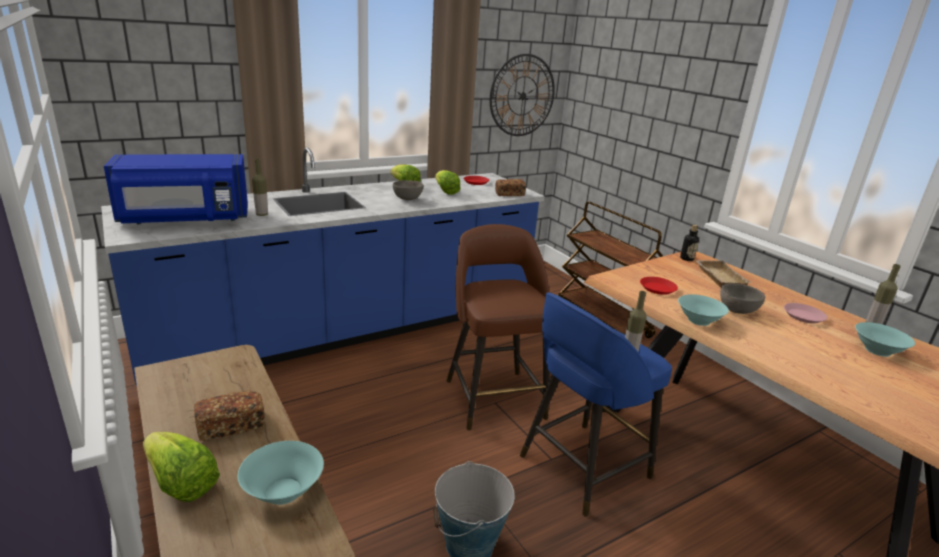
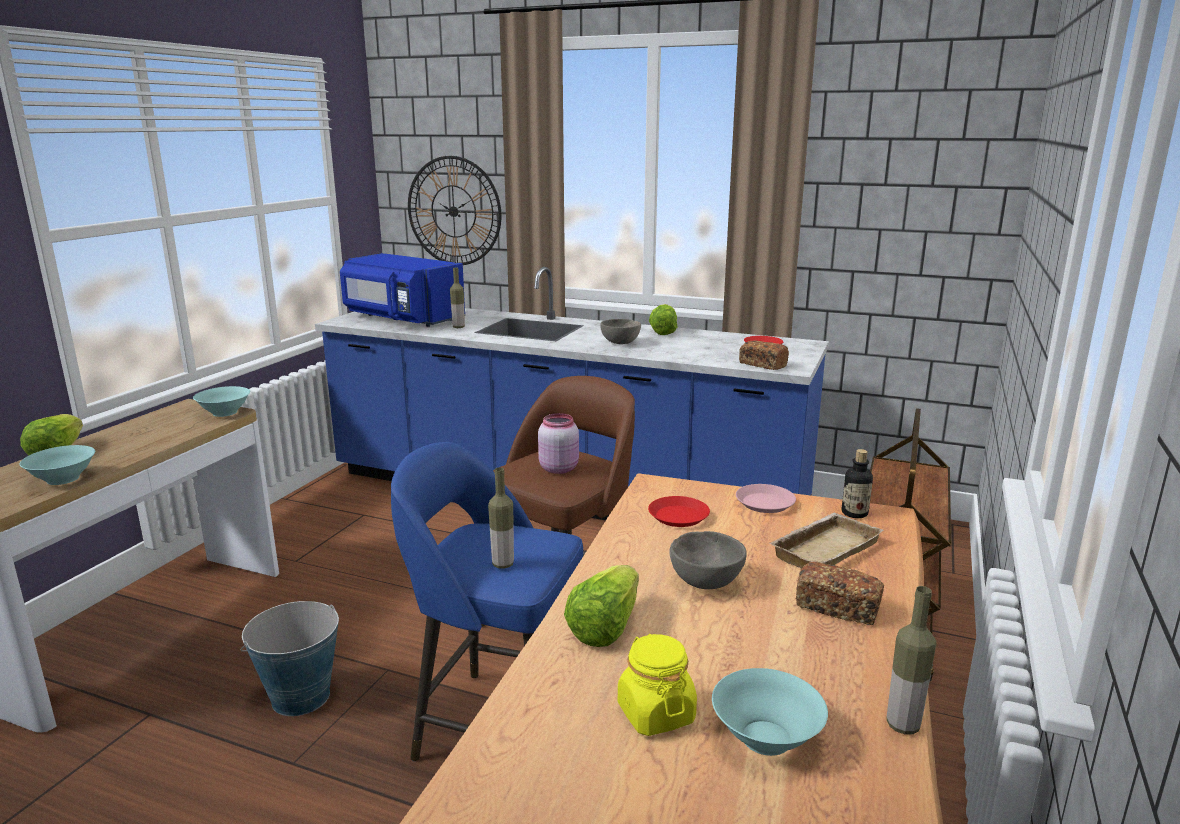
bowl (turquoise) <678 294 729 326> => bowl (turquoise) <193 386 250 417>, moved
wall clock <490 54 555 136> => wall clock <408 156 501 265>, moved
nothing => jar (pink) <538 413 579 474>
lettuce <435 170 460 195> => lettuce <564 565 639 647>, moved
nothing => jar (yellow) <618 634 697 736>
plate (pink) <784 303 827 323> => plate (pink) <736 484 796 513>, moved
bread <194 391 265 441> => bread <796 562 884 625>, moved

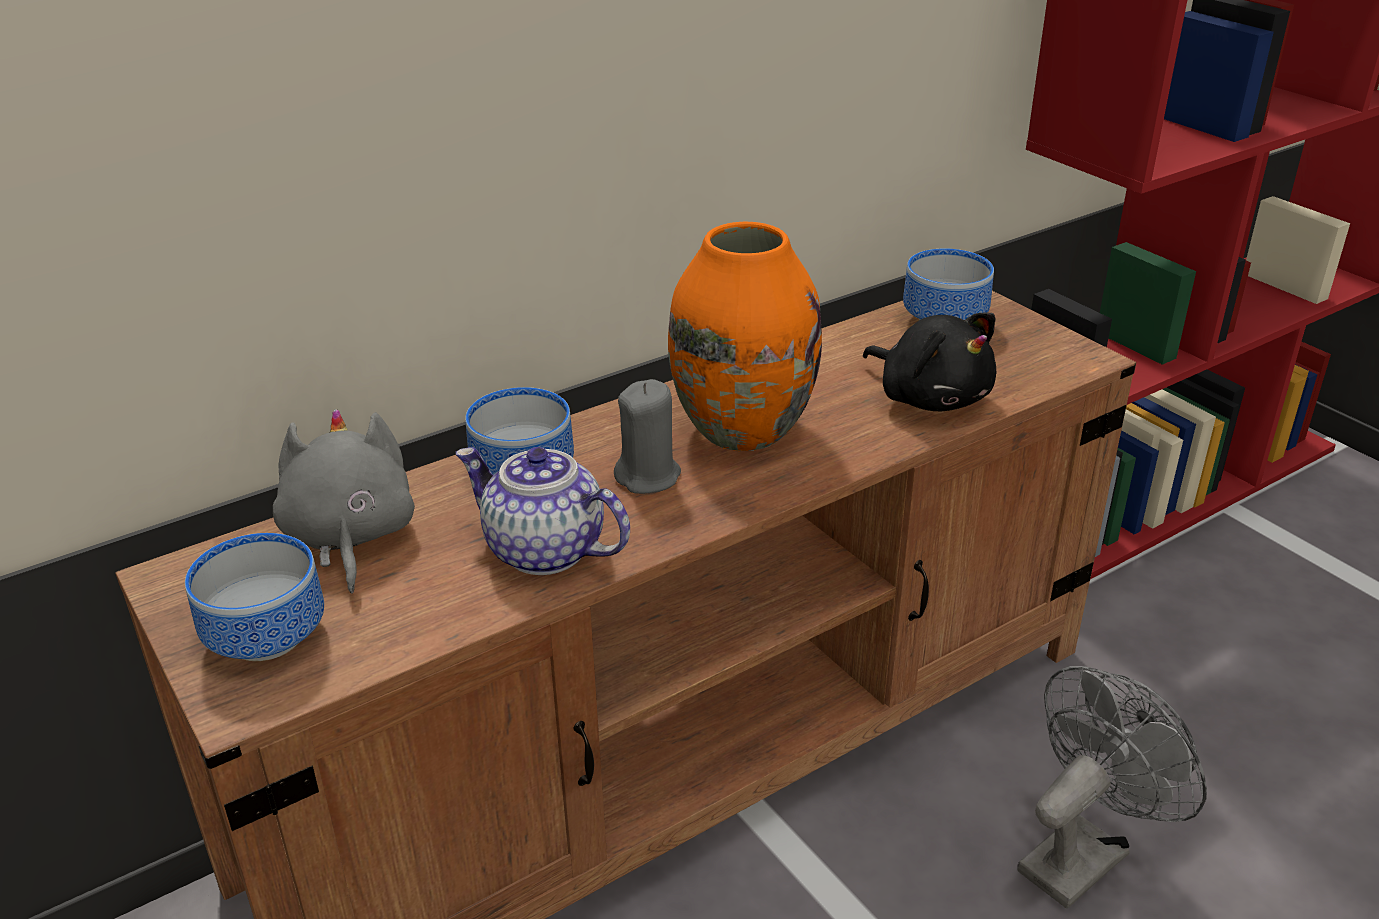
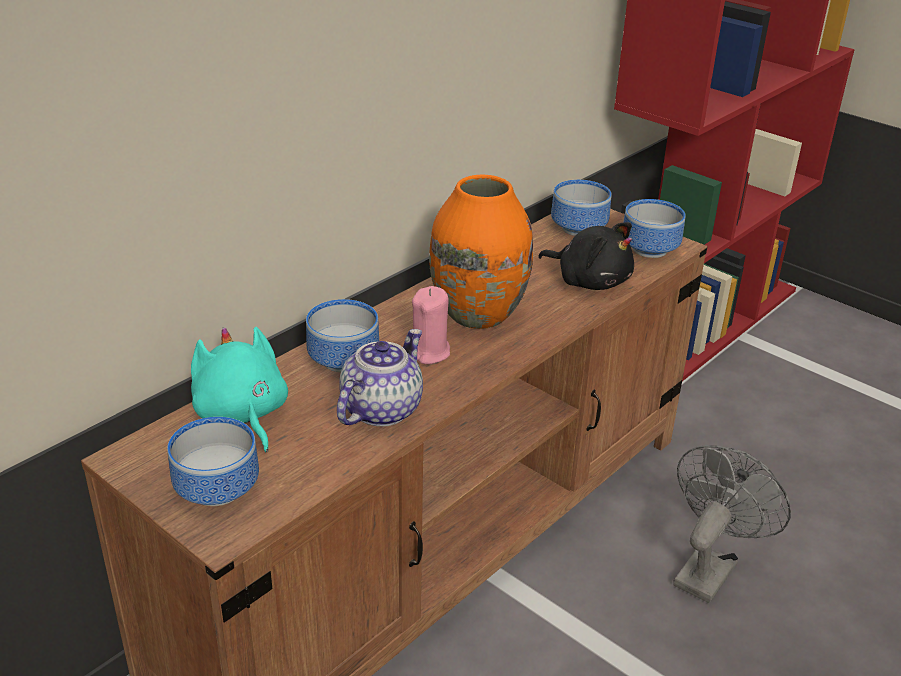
plush toy (grey) <273 409 415 593> => plush toy (turquoise) <191 327 288 453>
teapot <456 447 630 575> => teapot <337 329 423 427>, 105 degrees clockwise
candle (grey) <614 379 681 494> => candle (pink) <412 286 450 364>
nothing => bowl <623 199 686 258>

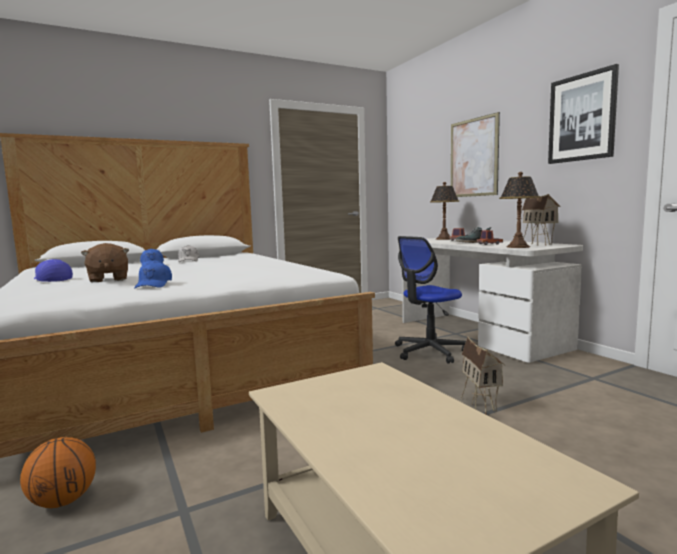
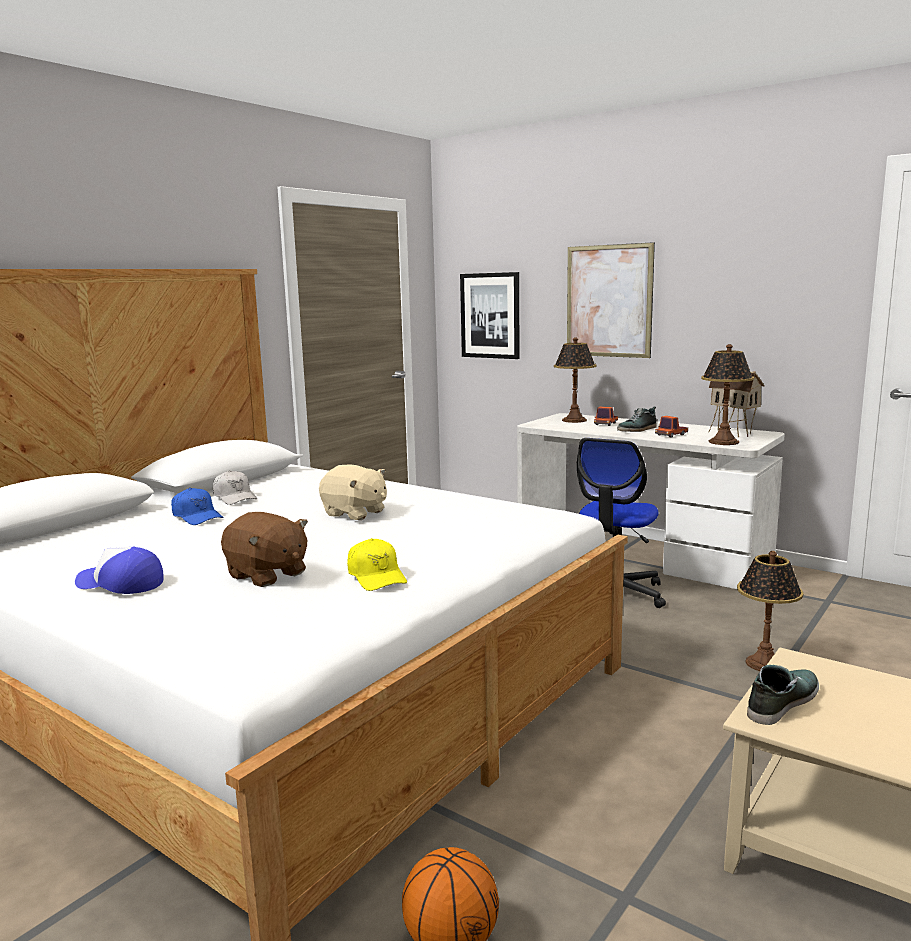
nothing => plush toy (beige) <319 465 387 520>
cap (blue) <134 261 172 289> => cap (yellow) <347 538 407 591>
picture <548 64 619 164> => picture <460 272 520 359>, moved
toy house <461 336 506 415> => table lamp <737 551 804 671>
nothing => shoe <747 665 819 725>

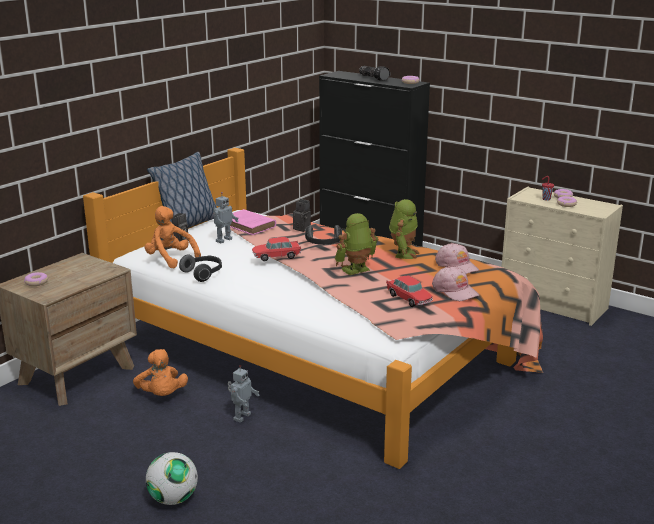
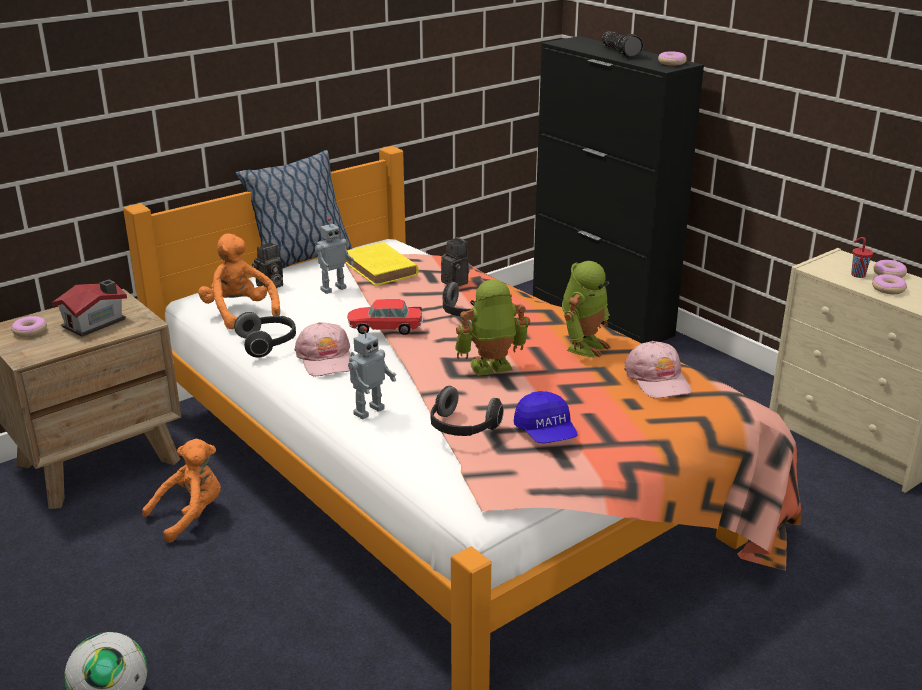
nothing => toy house <52 280 127 337>
plush toy (orange) <133 349 188 396> => plush toy (orange) <142 439 220 543>, 120 degrees counterclockwise
cap (pink) <432 266 479 301> => cap (pink) <294 322 350 376>, moved
book (pink) <230 209 276 235> => book (yellow) <346 242 419 286>
toy robot <228 365 260 423> => toy robot <348 327 397 420>, moved
nothing => headphones <430 386 504 436>
toy car <386 276 433 307> => cap (blue) <514 391 578 443>

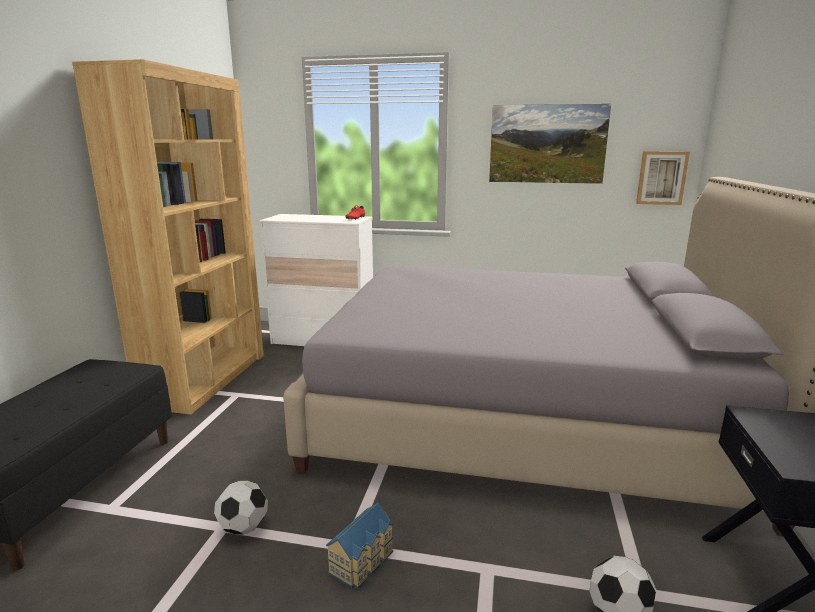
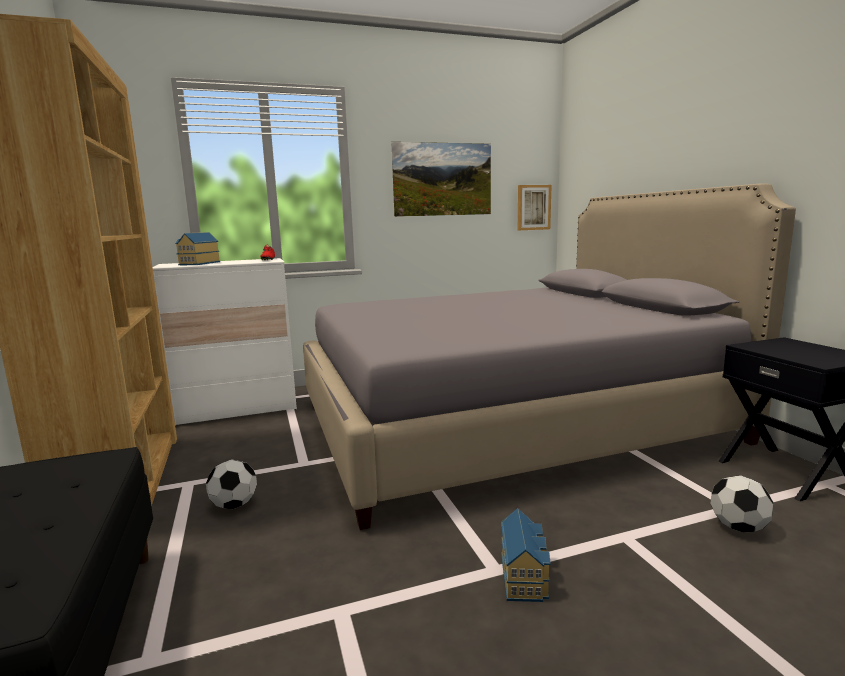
nothing => toy house <175 232 220 265>
football <214 480 268 535> => football <206 459 257 509>, moved

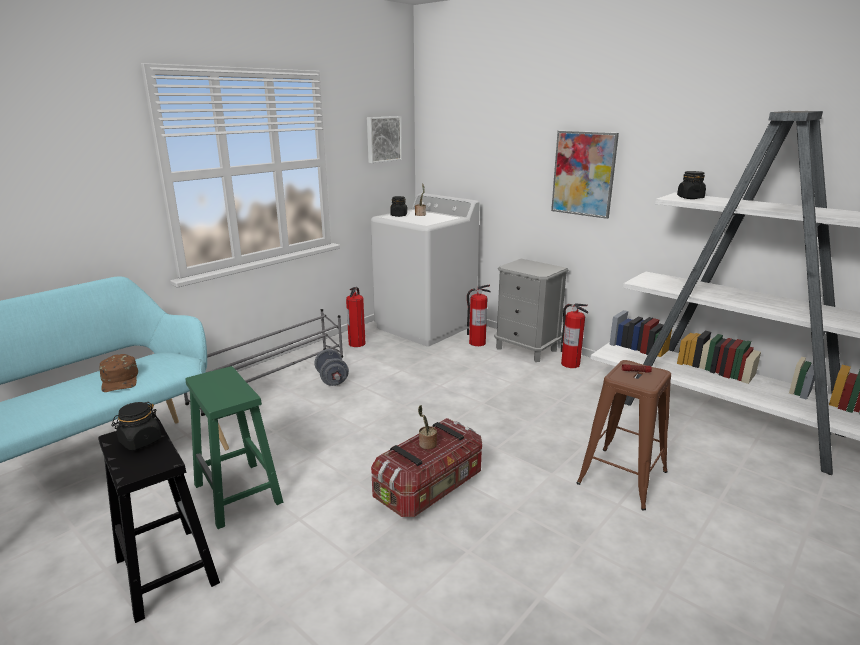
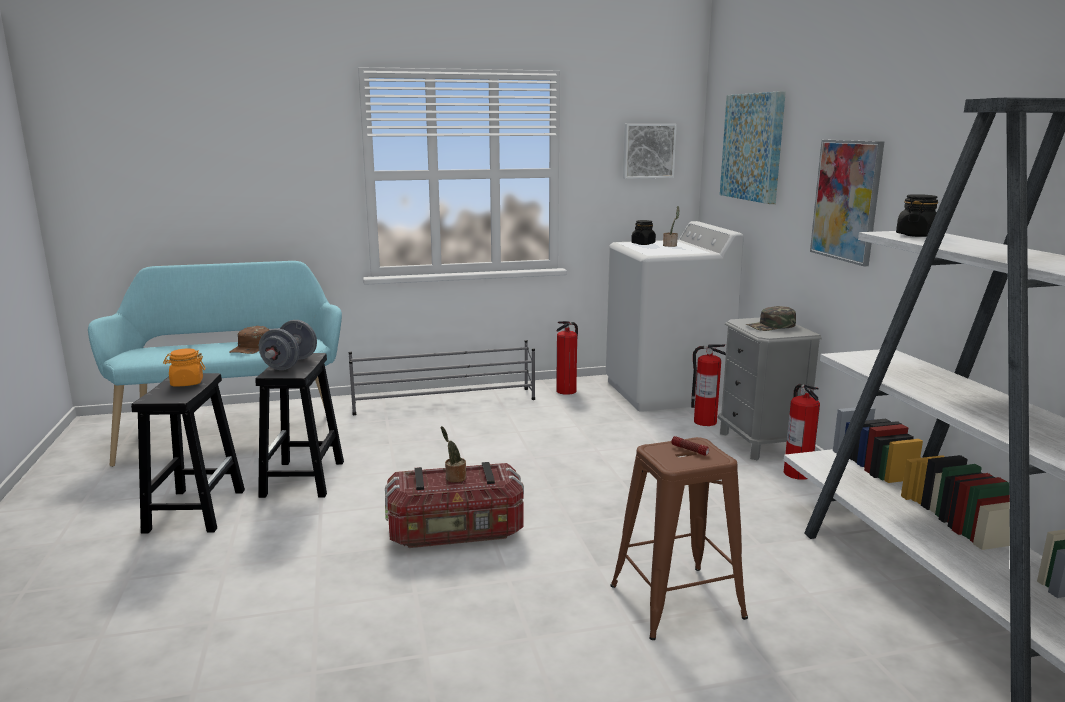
jar (black) <111 402 161 450> => jar (orange) <163 349 205 386>
stool (green) <185 366 283 529> => stool (black) <255 353 344 498>
dumbbell (grey) <314 349 349 386> => dumbbell (grey) <259 320 317 370>, moved
nothing => picture <720 91 786 204>
nothing => cap (green) <745 306 796 331>

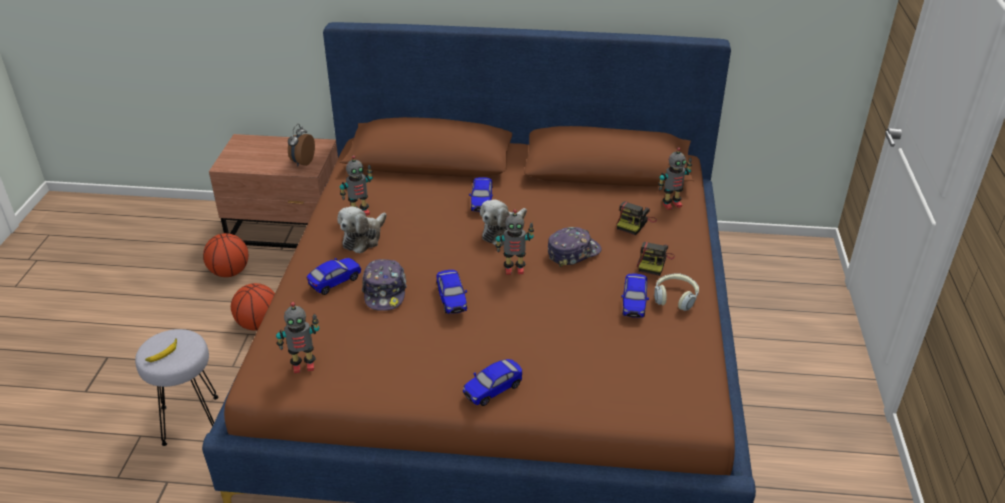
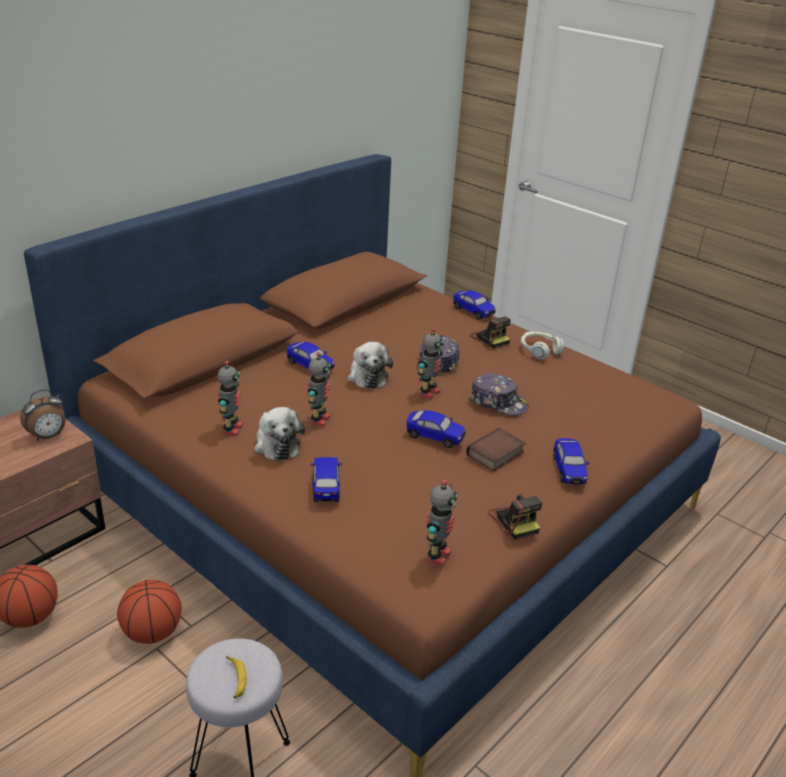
alarm clock <288 124 315 167> => alarm clock <20 389 65 441>, 90 degrees counterclockwise
toy robot <658 147 692 210> => toy robot <307 352 331 427>, moved
toy car <621 274 649 318> => toy car <453 290 496 320>, moved
nothing => book <466 428 525 471>
cap <362 259 407 311> => cap <469 373 529 415>, moved
photo camera <617 201 657 235> => photo camera <488 494 542 539>, moved

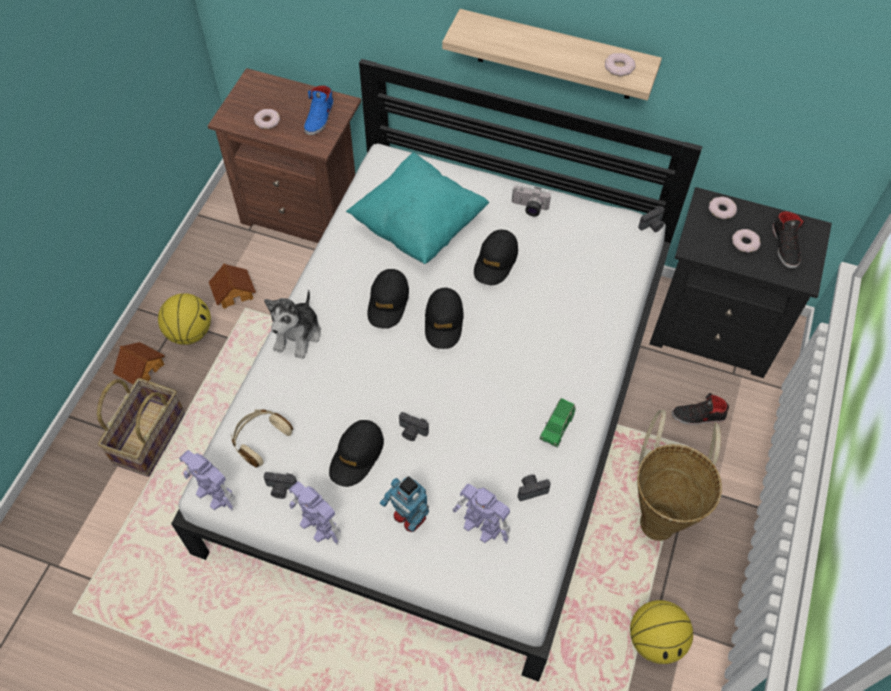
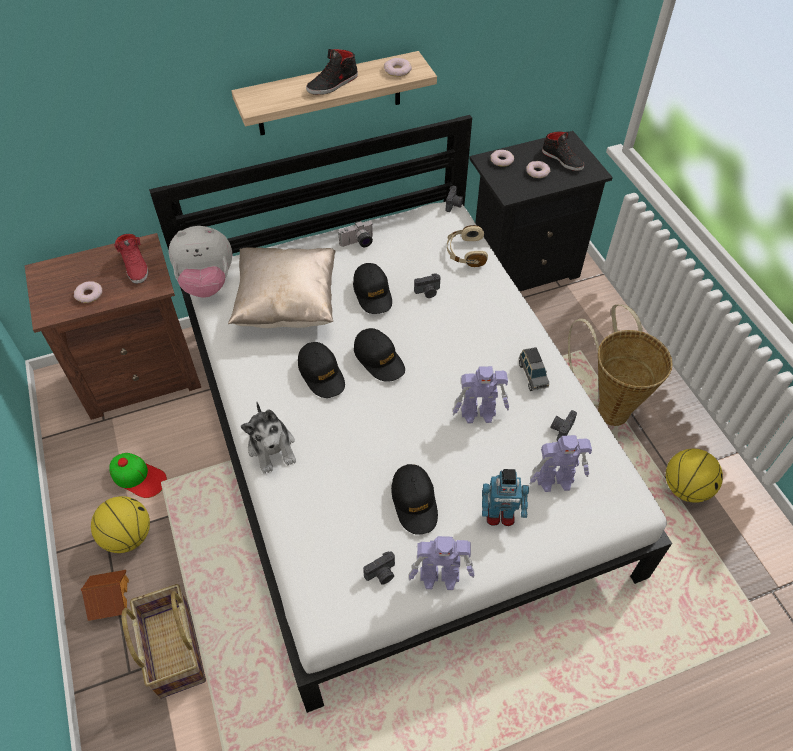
toy house <209 264 256 309> => cap <109 453 167 498>
shoe (blue) <304 85 334 135> => shoe (red) <114 234 148 284>
nothing => plush toy <169 226 232 298>
pillow (turquoise) <346 152 489 264> => pillow (beige) <228 247 335 328>
shoe (black) <672 393 729 425> => shoe (black) <306 49 358 95>, moved
photo camera <399 412 429 441> => photo camera <414 273 440 298>, moved
headphones (beige) <231 409 293 468> => headphones (beige) <447 225 488 267>, moved
toy robot <179 450 235 511> => toy robot <453 366 509 423>, moved
toy car (green) <539 398 576 447> => toy car (grey) <519 347 549 391>

